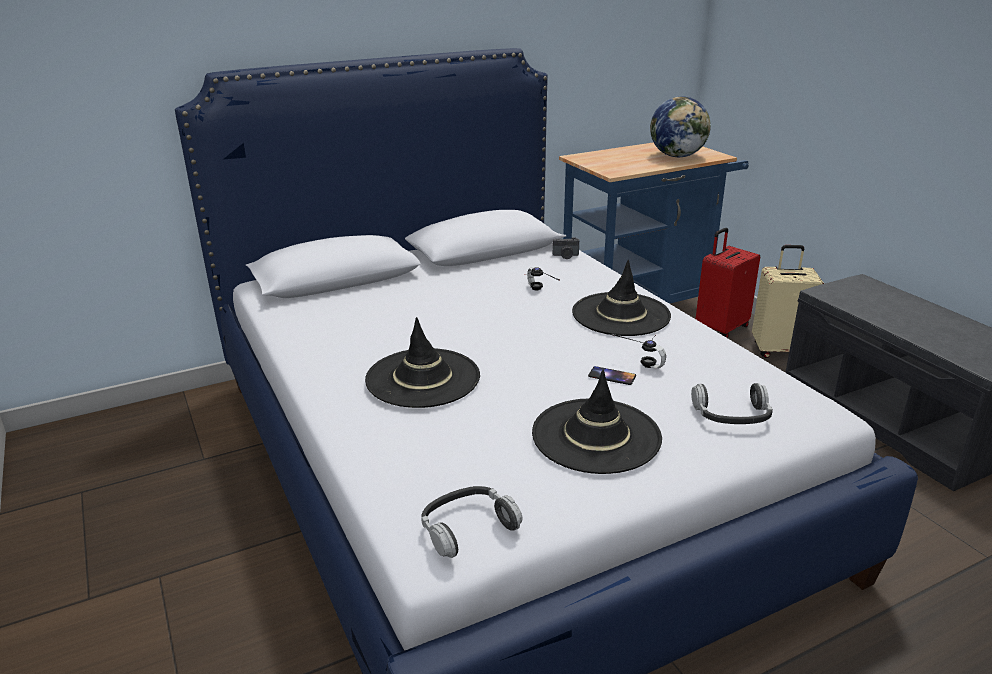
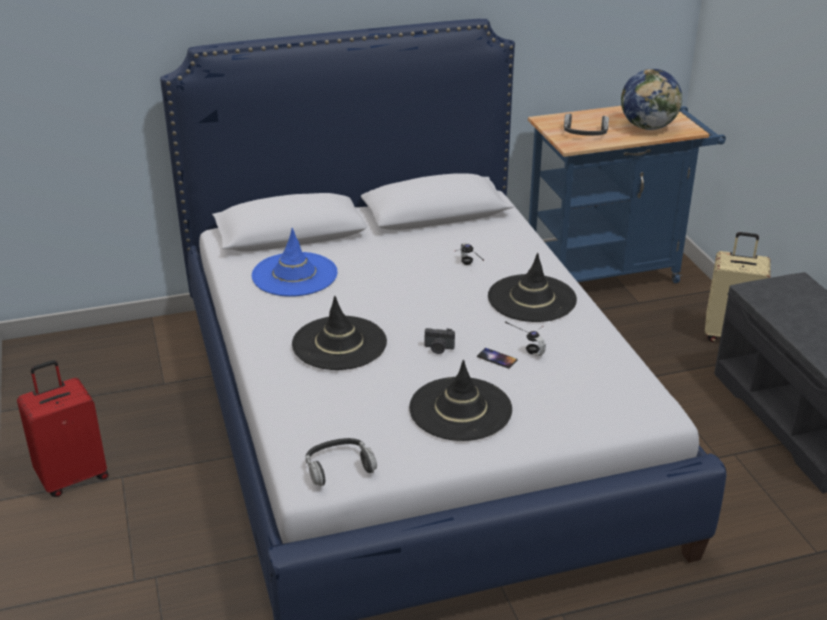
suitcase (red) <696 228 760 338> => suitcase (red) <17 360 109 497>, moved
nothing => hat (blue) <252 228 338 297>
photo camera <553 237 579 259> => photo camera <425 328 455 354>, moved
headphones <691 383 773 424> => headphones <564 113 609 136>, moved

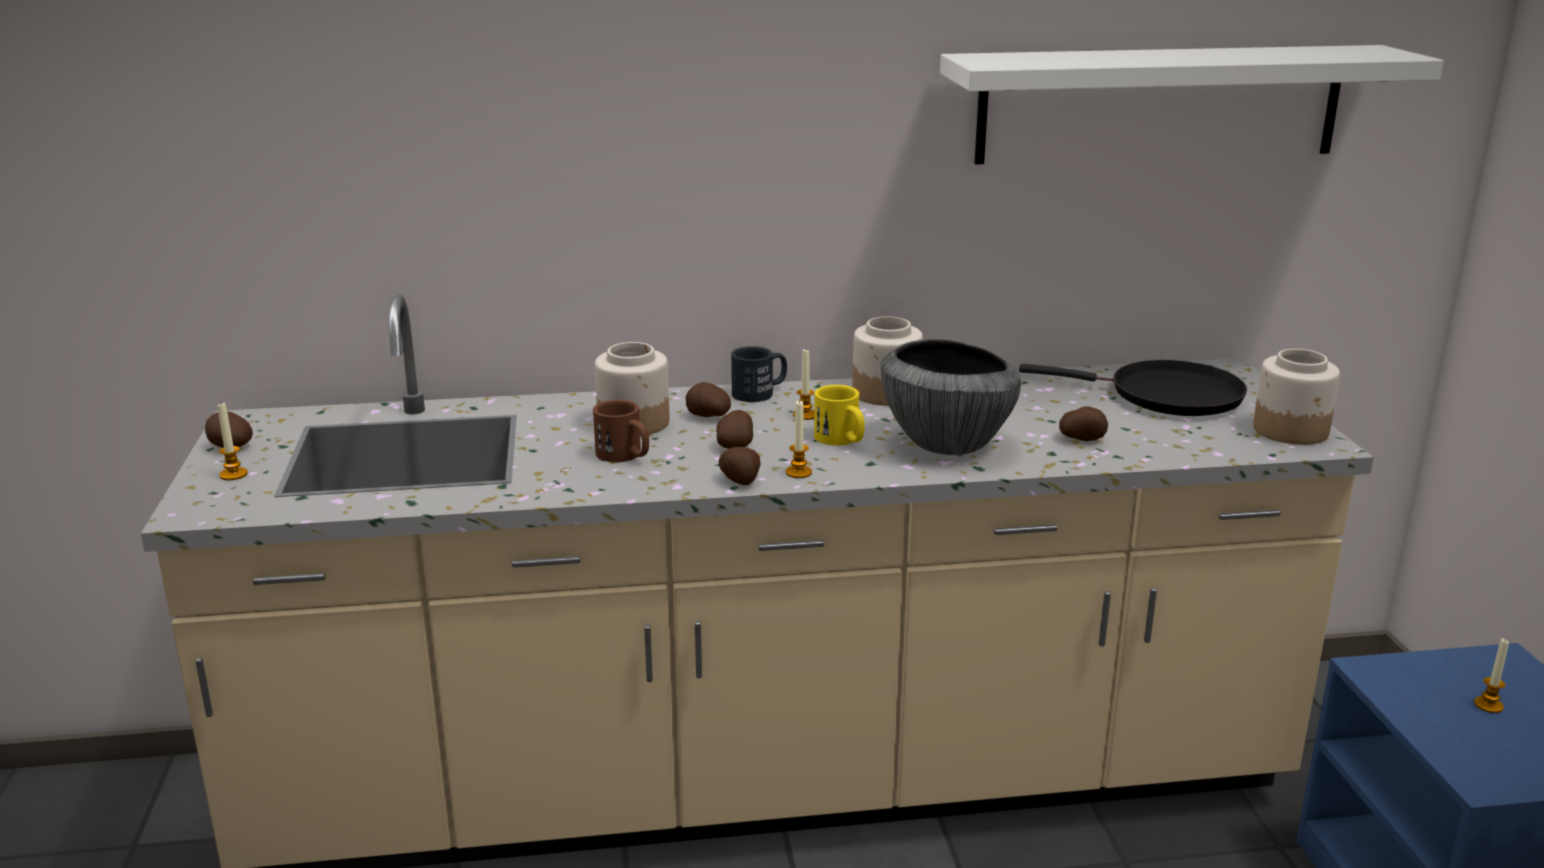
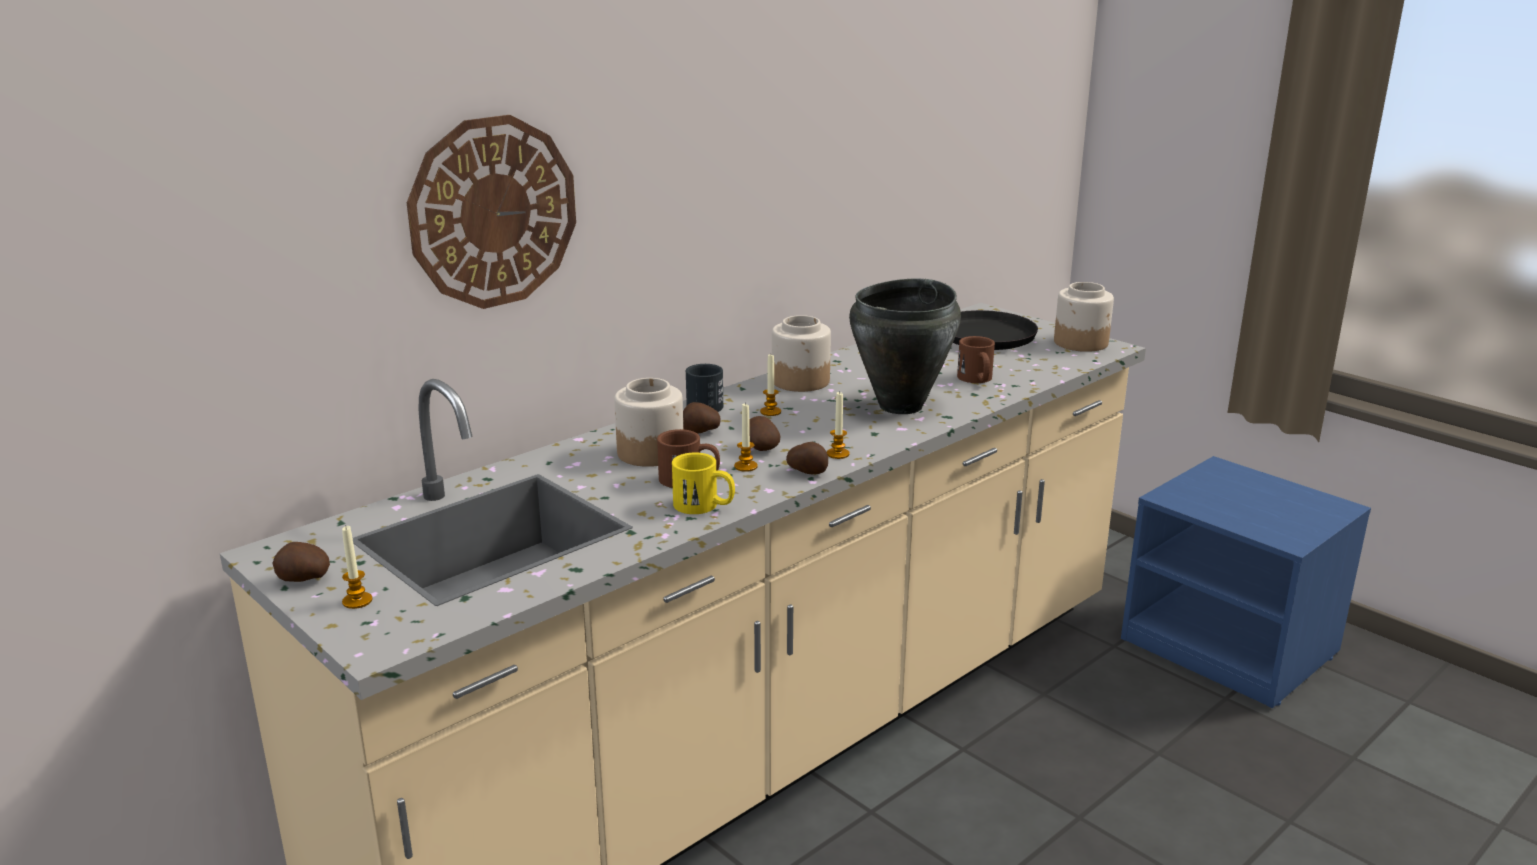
nothing => wall clock <407 115 576 309>
mug (yellow) <814 385 865 446> => mug (yellow) <672 452 735 514>, moved
candle <1474 638 1509 713> => candle <734 402 758 472>, moved
bowl <881 339 1021 455> => cooking pot (black) <849 279 961 414>
potato <1059 406 1108 441> => mug (brown) <957 336 995 383>
shelf (white) <940 45 1443 165> => nothing

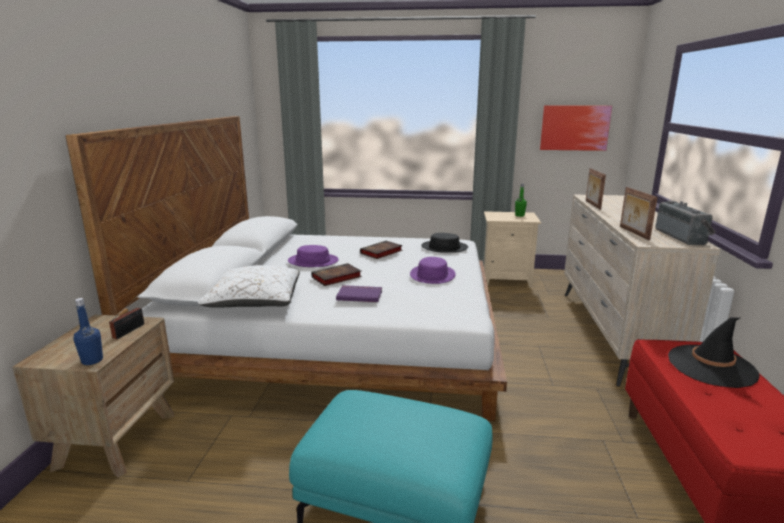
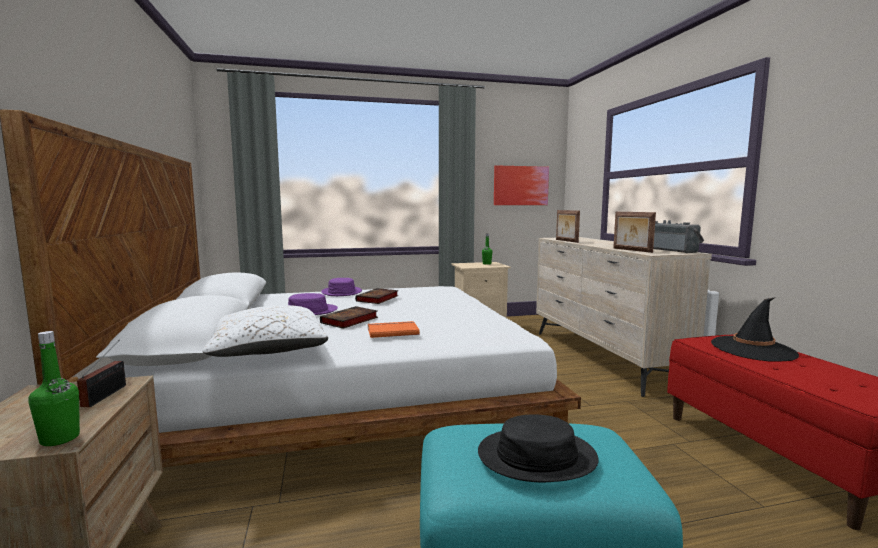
bottle (blue) <74 298 103 365> => bottle (green) <28 331 80 446>
hat (purple) <410 257 456 284> => hat (purple) <321 278 362 296>, moved
book (purple) <336 285 382 302> => book (orange) <368 321 420 338>
hat (black) <421 233 468 253> => hat (black) <478 414 599 482>, moved

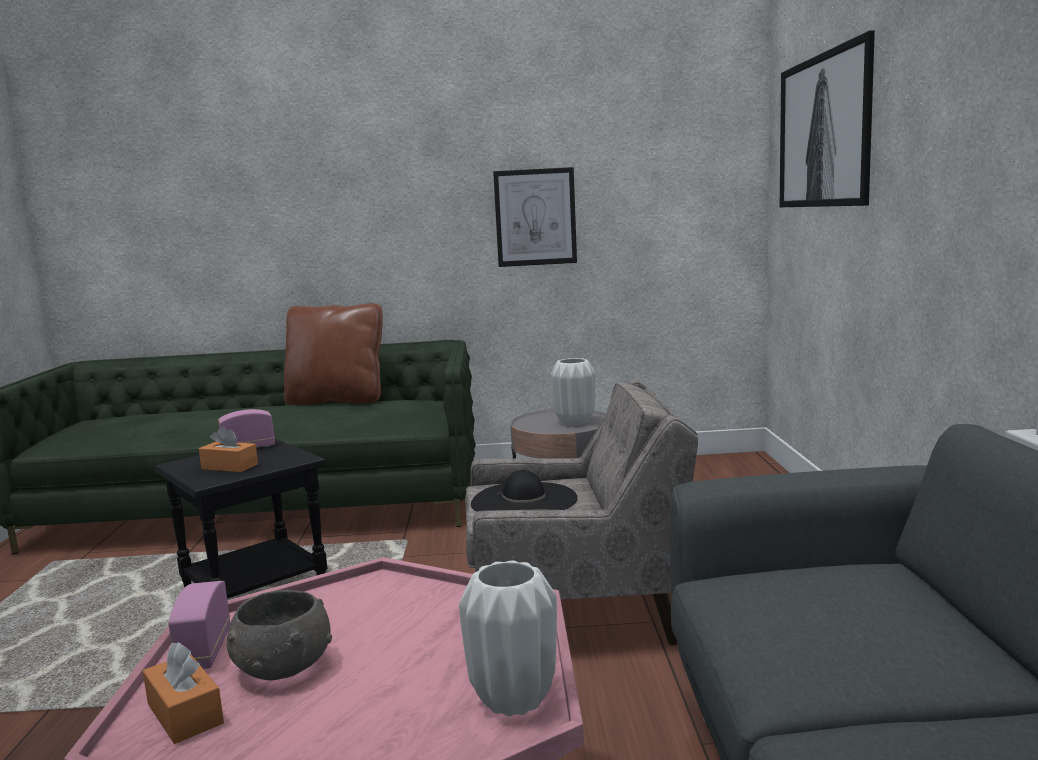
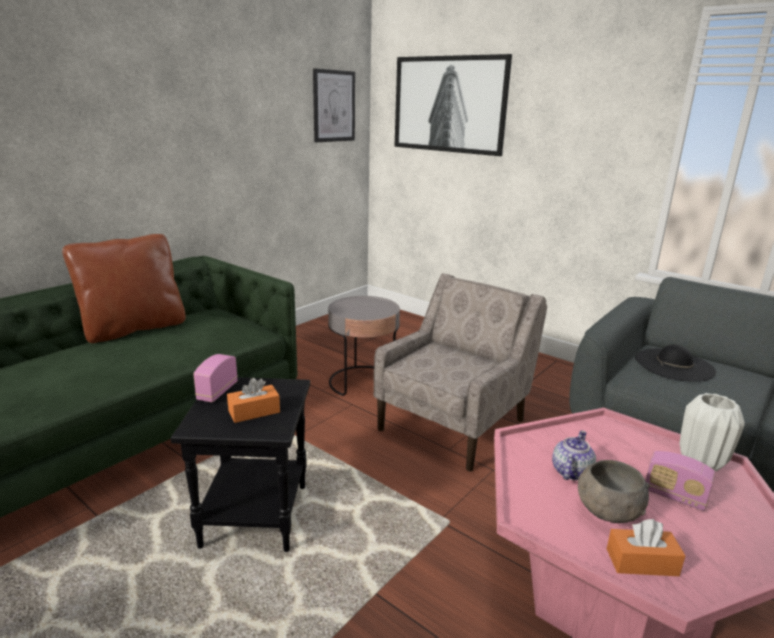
picture <493 167 577 267> => picture <313 68 355 142>, moved
nothing => teapot <552 430 596 480>
hat (black) <471 470 578 512> => hat (black) <635 344 716 382>, moved
radio <168 581 230 669> => radio <645 451 715 511>, moved
vase (white) <550 358 596 426> => nothing

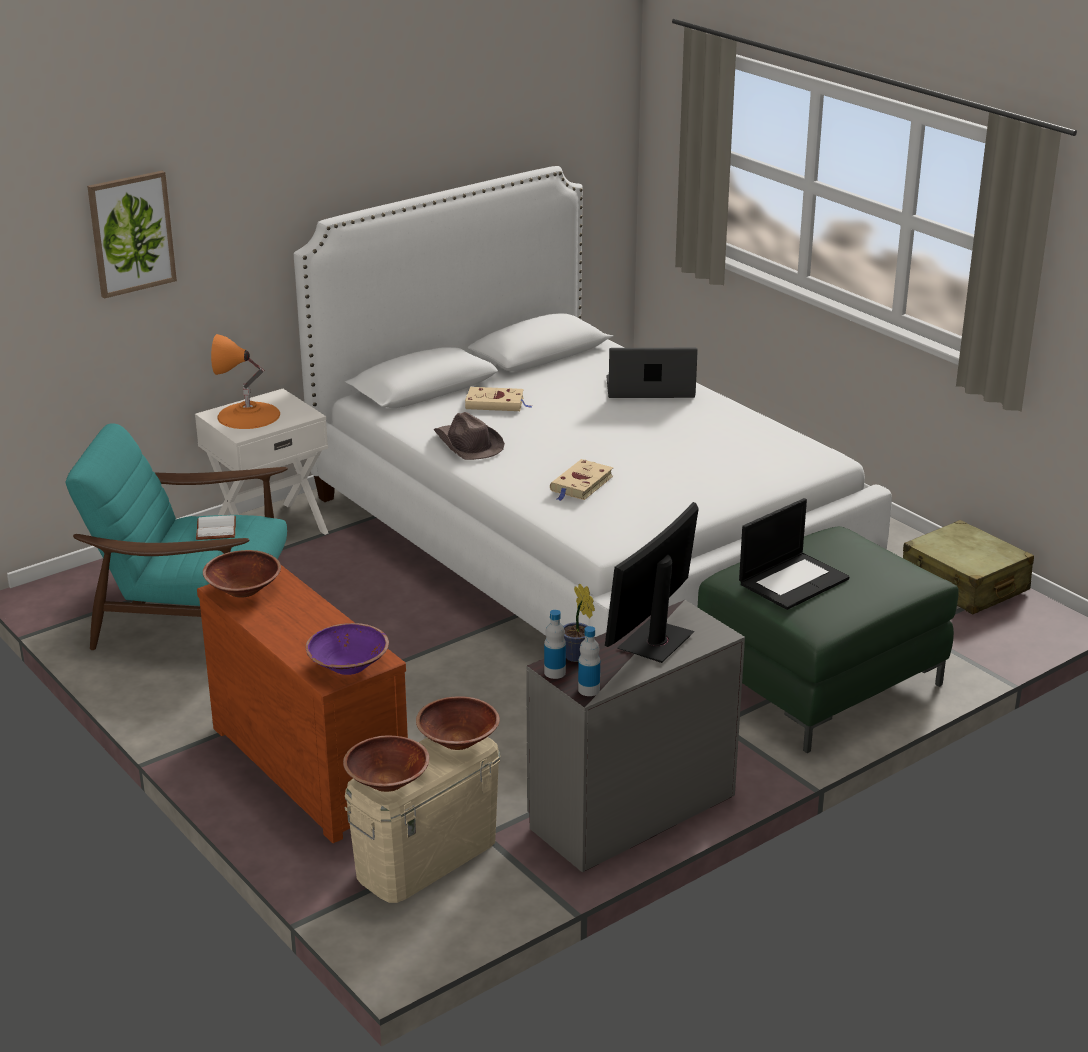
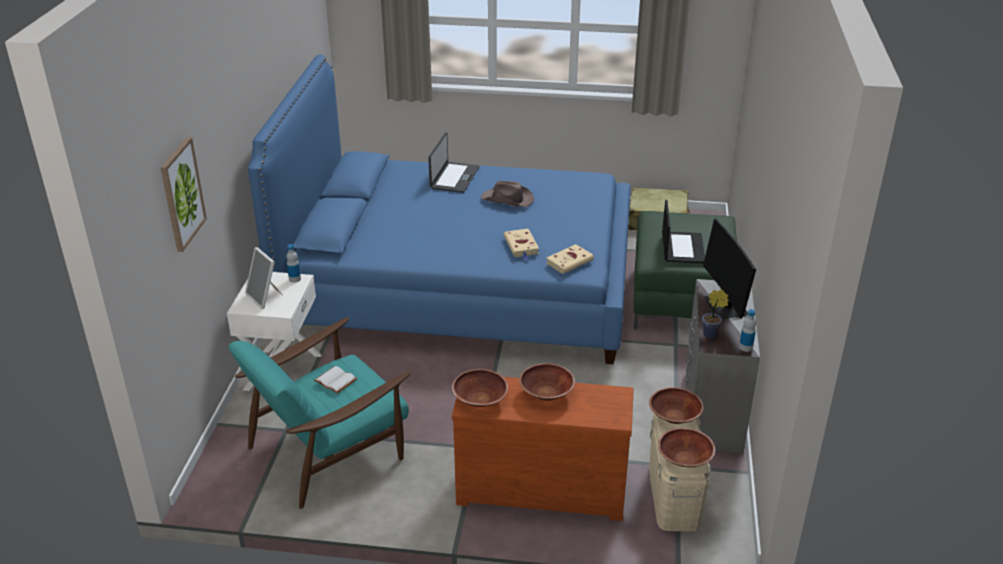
table lamp (orange) <211 334 280 429> => picture frame <245 247 283 309>
bed (white) <294 166 892 637> => bed (blue) <248 55 630 364>
bottle <544 610 566 679> => bottle <287 244 301 283>, moved
laptop <606 348 698 398> => laptop <428 132 479 193>, 150 degrees clockwise
hat (brown) <434 412 505 460> => hat (brown) <481 181 534 207>, moved
nothing => bowl (brown) <519 363 575 401>
book (beige) <465 387 532 411> => book (beige) <546 244 594 274>, moved
bowl (purple) <306 623 389 675> => nothing

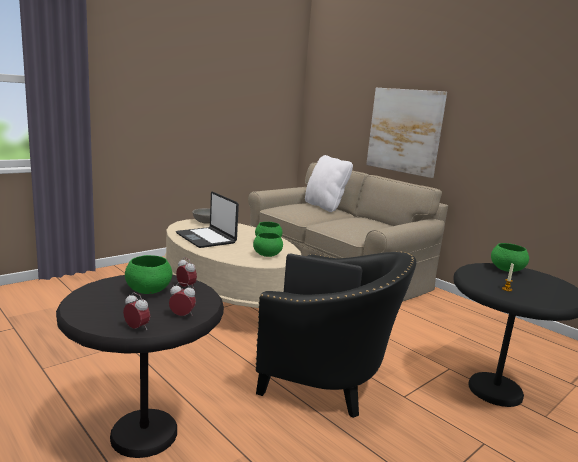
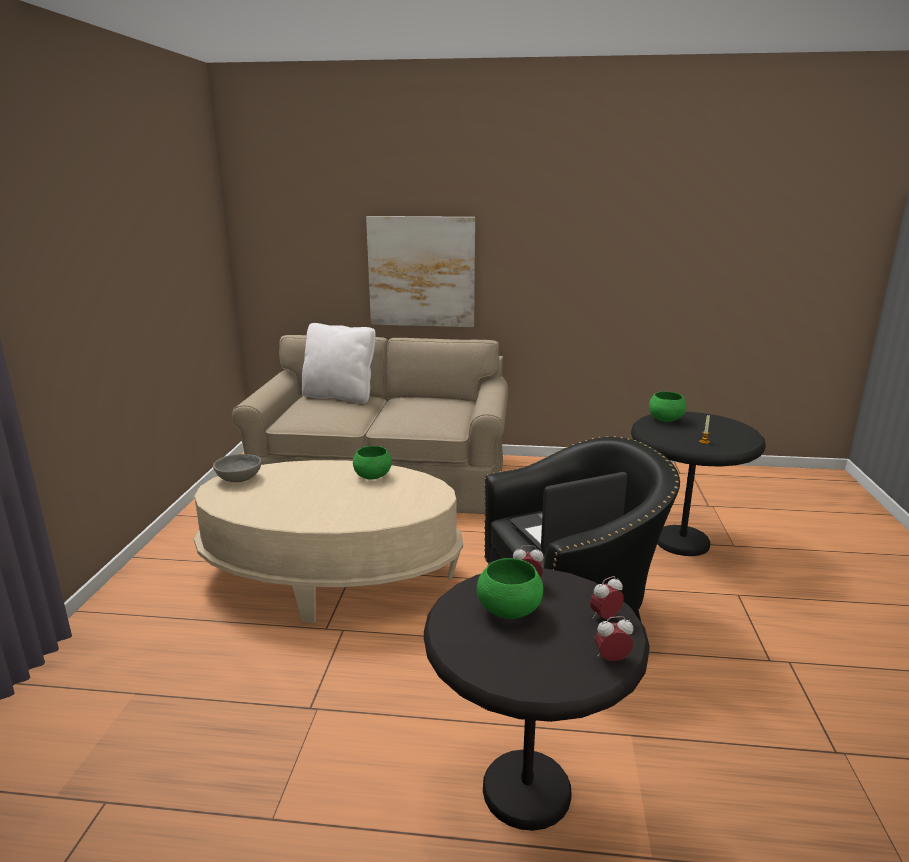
laptop <176 192 239 248> => nothing
bowl (green) <253 233 283 257> => nothing

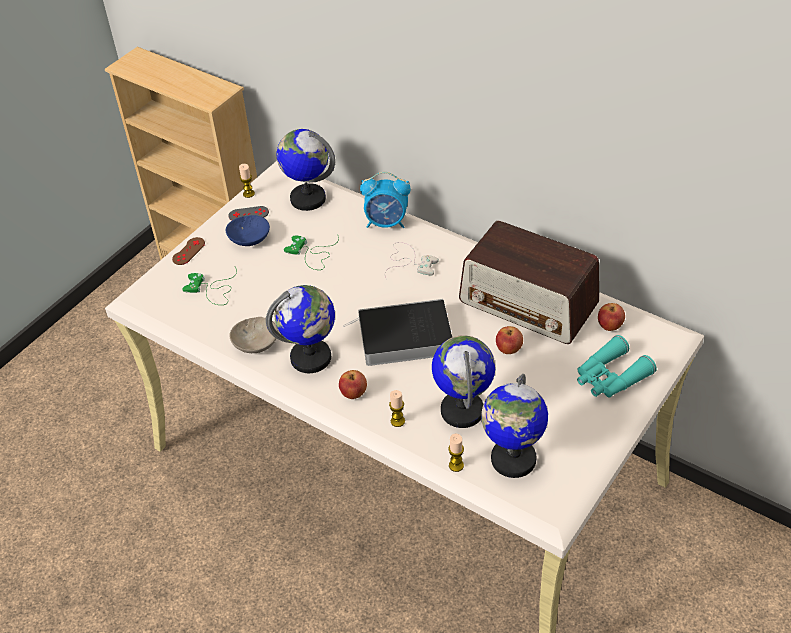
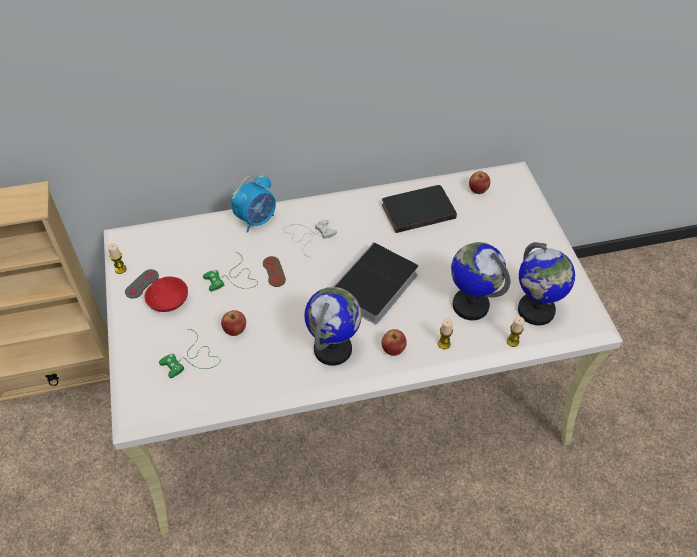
bowl (blue) <226 215 270 246> => bowl (red) <144 277 188 312>
apple <496 326 523 354> => apple <221 310 246 336>, moved
game controller (brown) <172 237 205 265> => game controller (brown) <263 256 286 287>, moved
radio <459 220 599 344> => book (black) <382 185 457 233>
bowl (beige) <229 317 278 353> => nothing
globe <277 129 335 211> => nothing
binoculars (turquoise) <577 335 657 398> => nothing

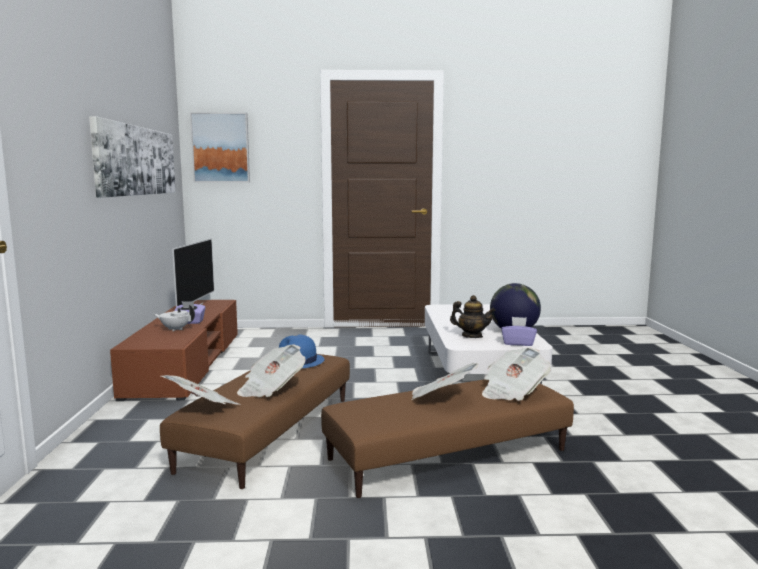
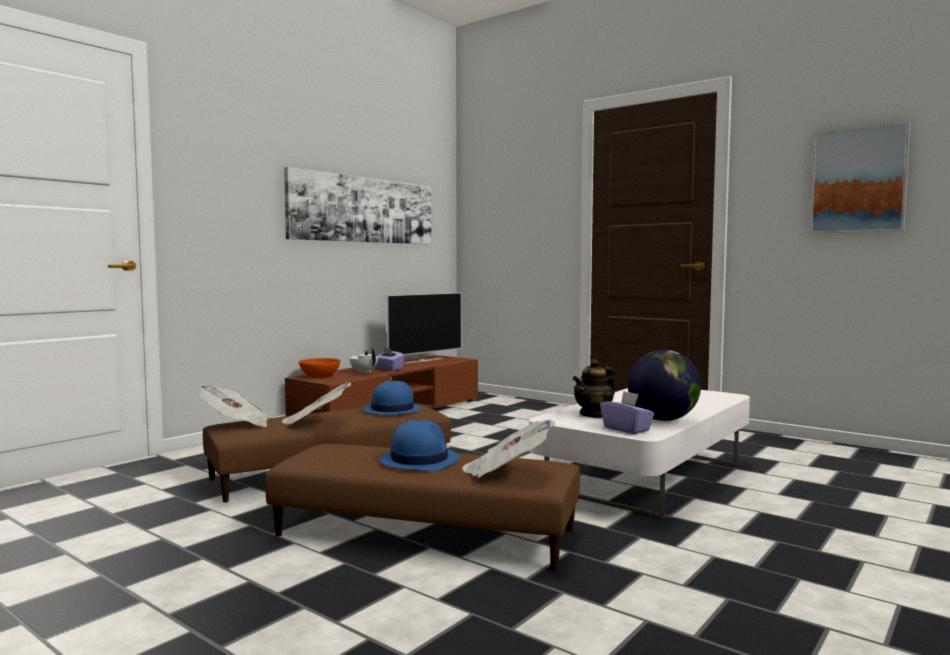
nothing => bowl (orange) <299 358 340 378>
newspaper <411 362 478 400> => hat (blue) <379 420 460 471>
teapot <450 295 496 338> => teapot <573 359 615 418>, 75 degrees clockwise
picture <190 113 250 182> => picture <810 123 910 233>, moved

